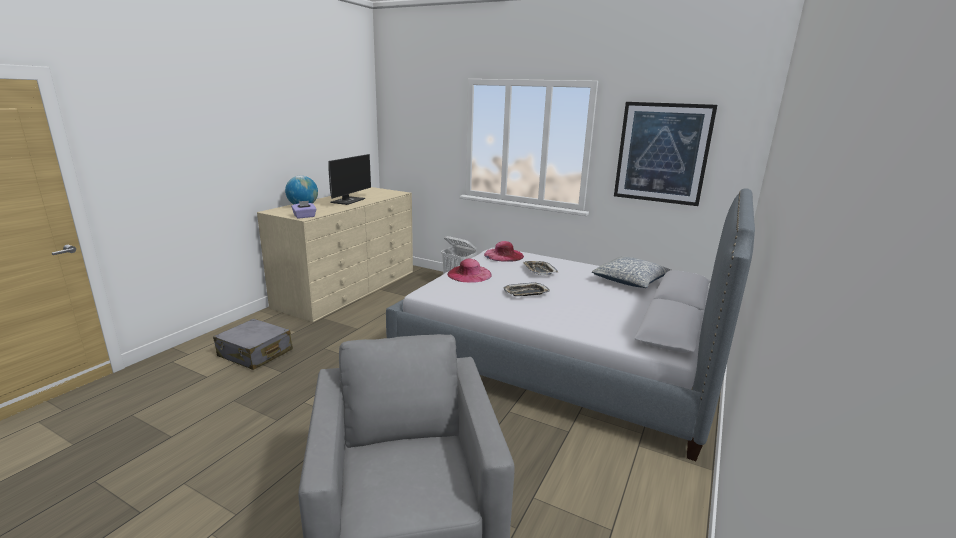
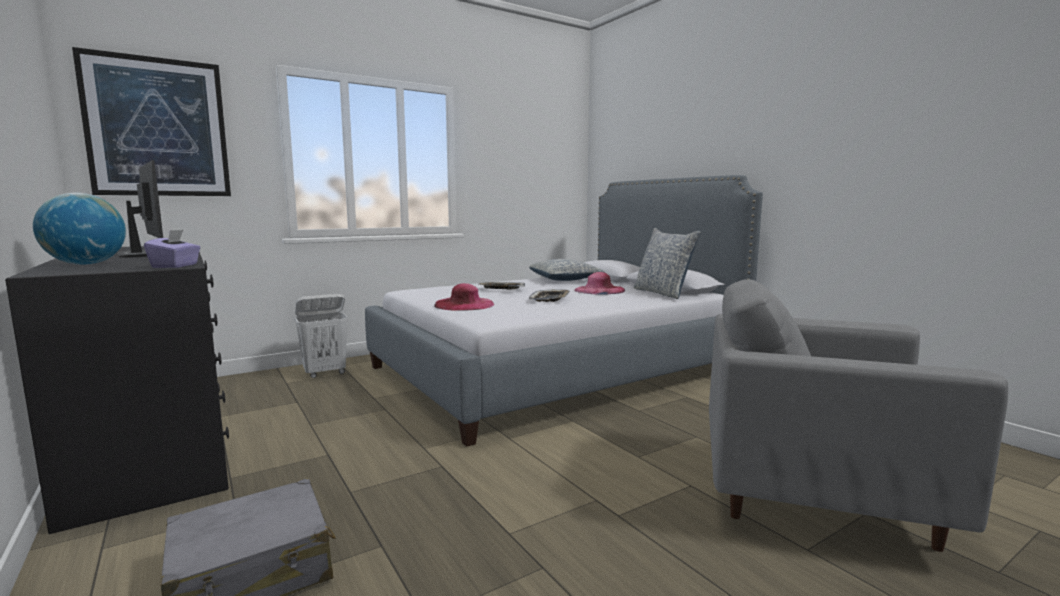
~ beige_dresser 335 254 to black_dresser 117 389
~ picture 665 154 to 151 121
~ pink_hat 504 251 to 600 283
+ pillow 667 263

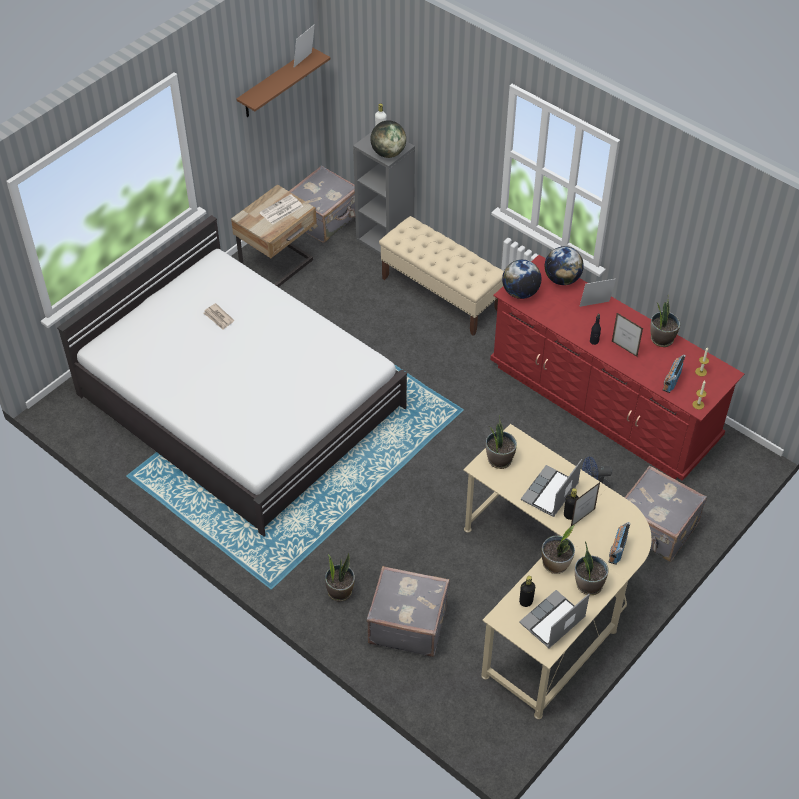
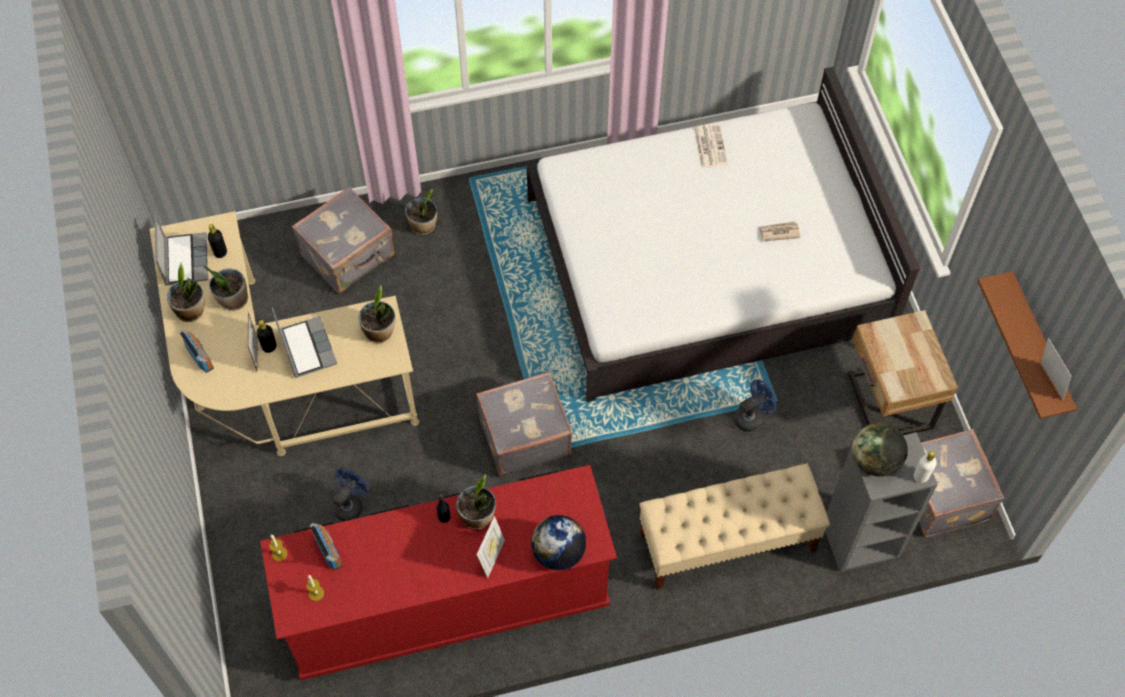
~ potted_plant 665 323 to 476 502
~ grey_suitcase 666 513 to 524 424
~ newspaper 281 209 to 711 146
+ blue_fan 755 405
- globe 521 279
- picture_frame 627 335

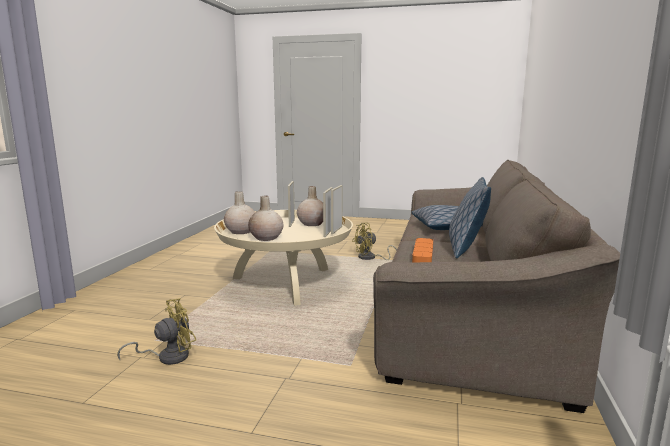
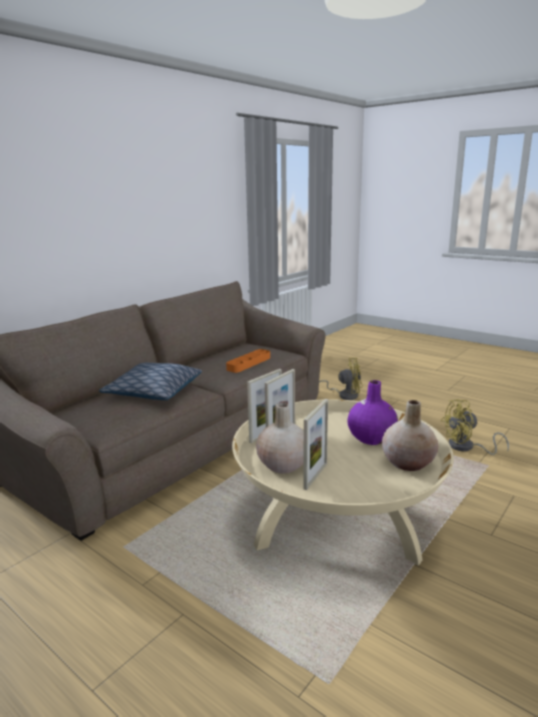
~ yellow_fan 374 241 to 341 379
~ beige_vase 265 218 to purple_vase 373 412
- pillow 470 217

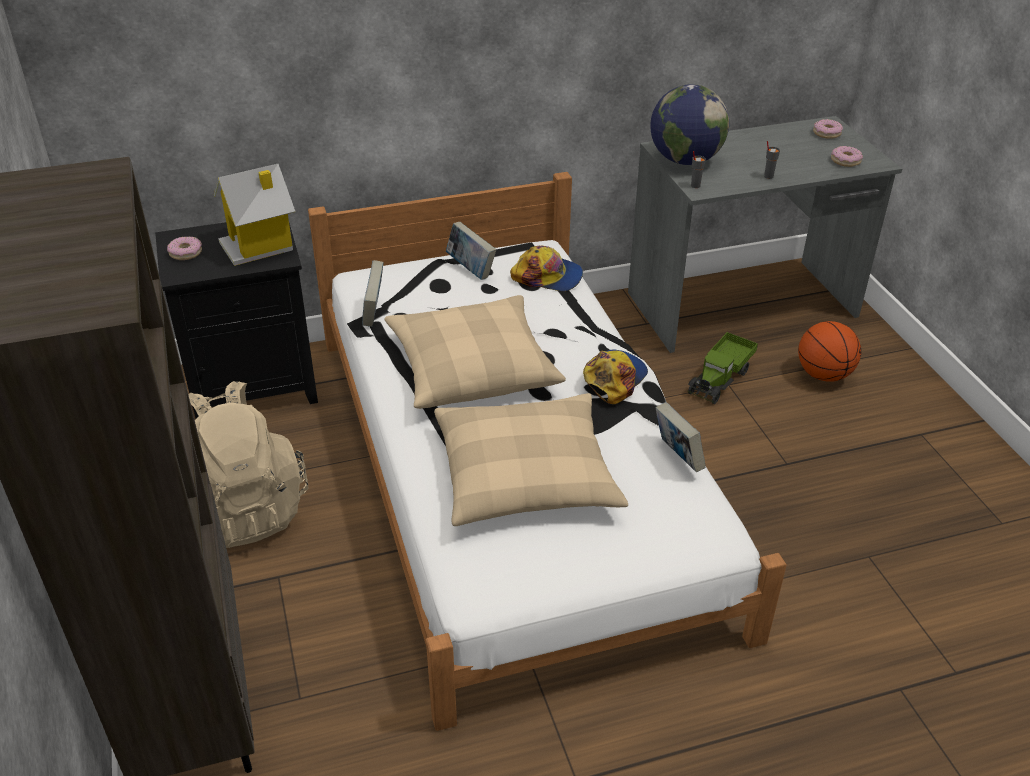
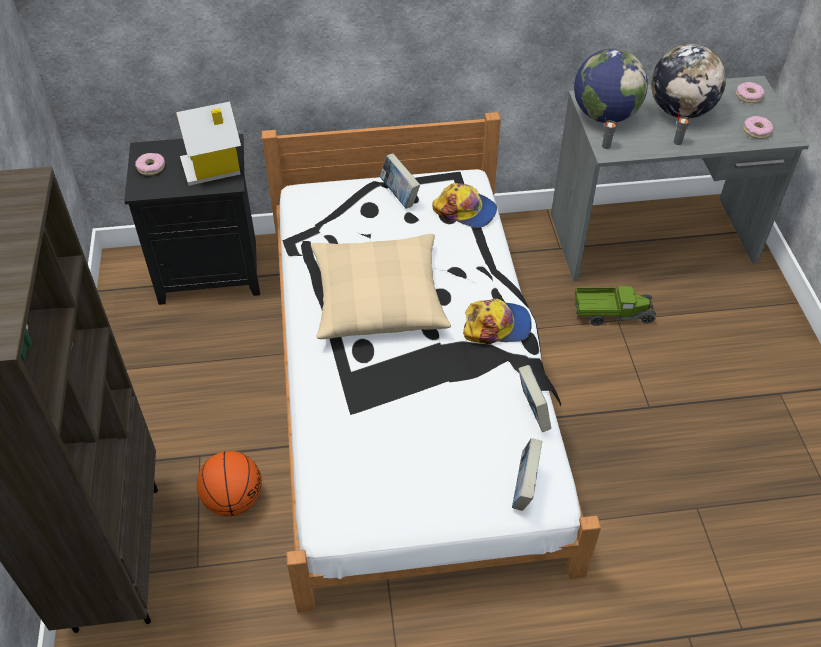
~ basketball 829 351 to 229 483
~ cap 615 376 = 497 321 45 degrees clockwise
~ book 373 293 to 527 474
~ toy_truck 722 368 = 615 306 135 degrees counterclockwise
+ globe 688 81
- beige_backpack 248 464
- beige_pillow 531 459

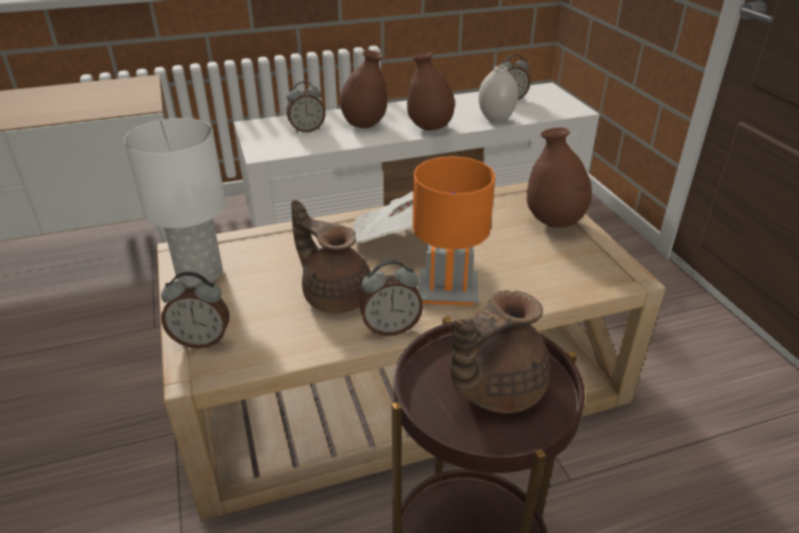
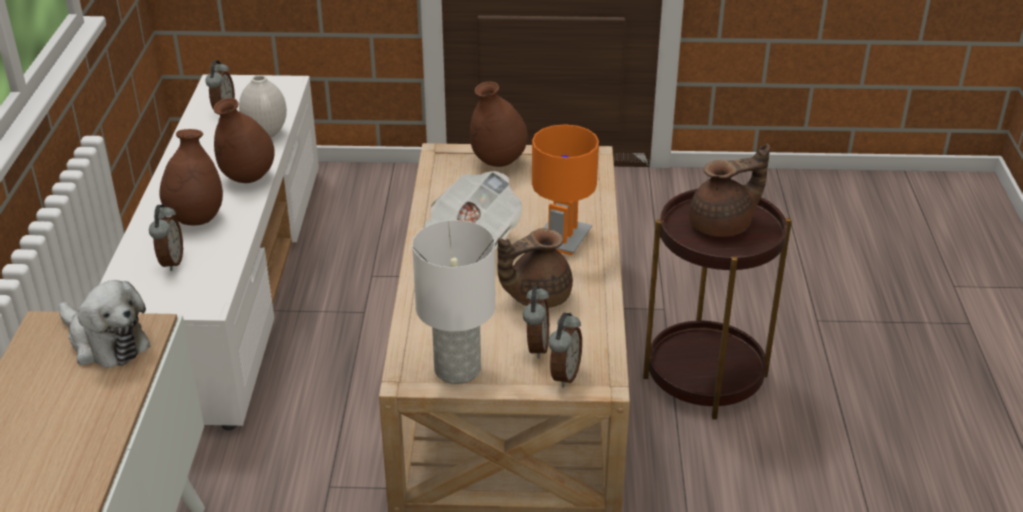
+ plush_toy 105 324
~ alarm_clock 391 298 to 536 322
~ brown_teapot 500 351 = 729 190 90 degrees counterclockwise

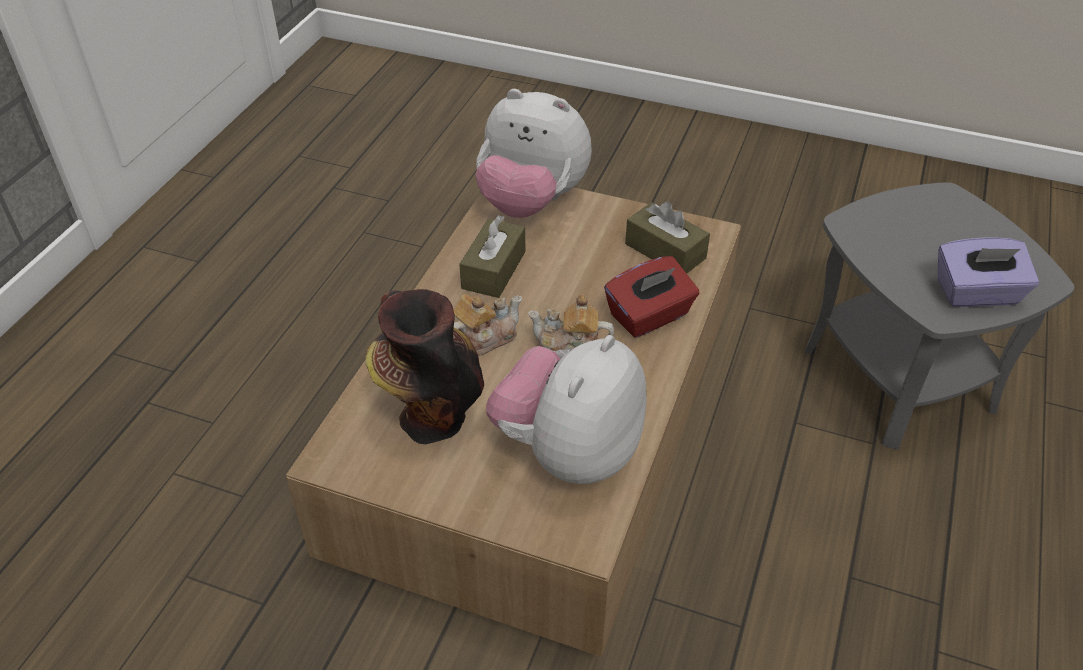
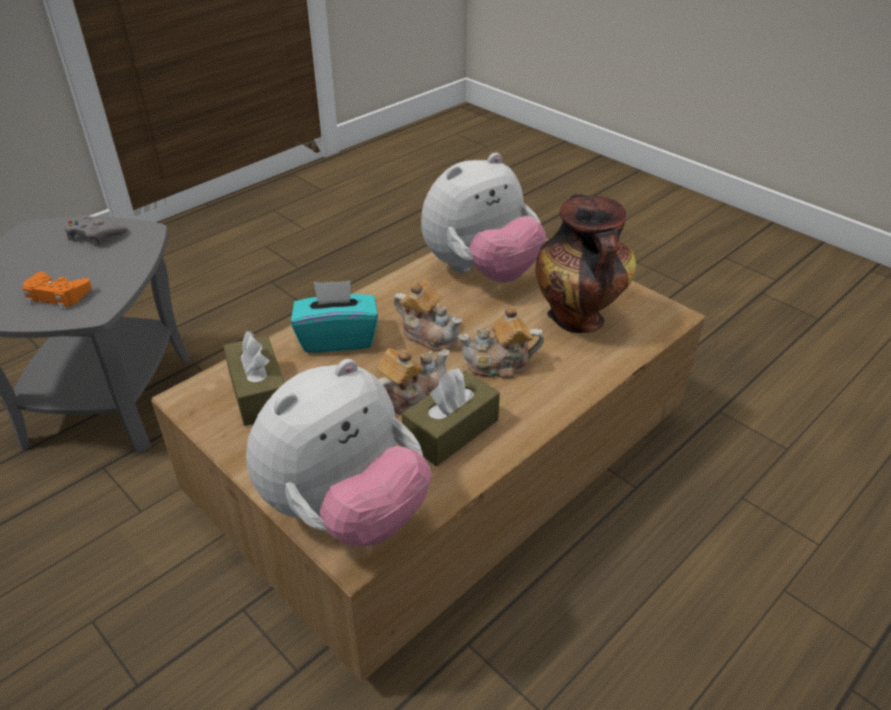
+ orange_game_controller 57 290
~ purple_tissue_box 988 272 to grey_game_controller 96 231
~ plush_toy 534 153 = 339 453 90 degrees clockwise
~ red_tissue_box 652 297 to turquoise_tissue_box 334 316
+ teapot 413 381

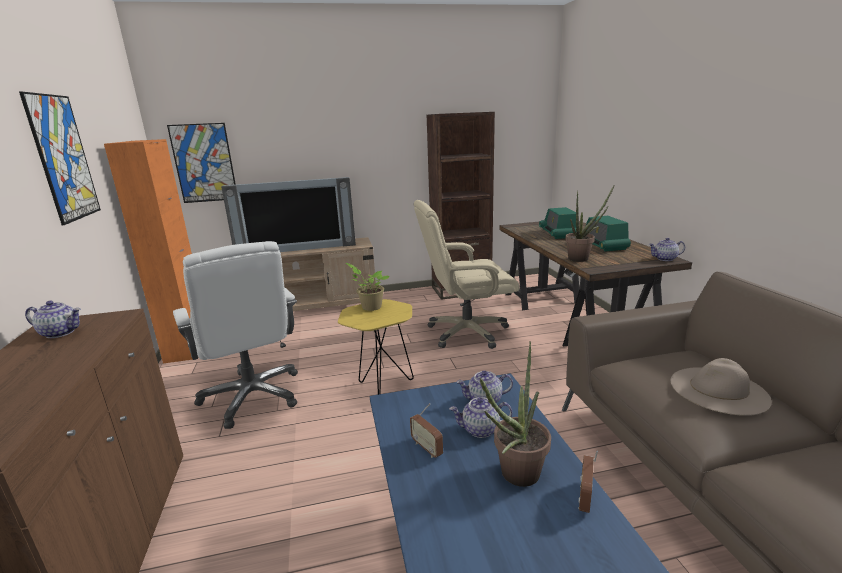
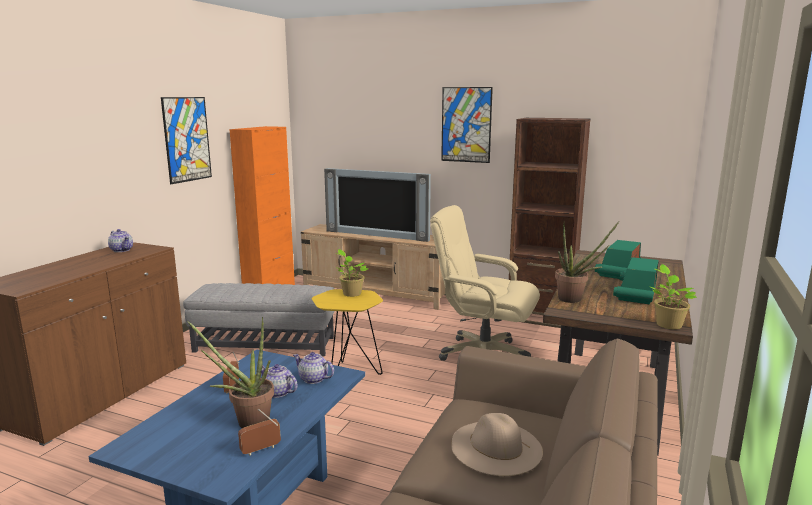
~ white_office_chair 235 335 to grey_ottoman 259 320
~ picture 201 163 to 467 125
~ teapot 667 249 to potted_plant 673 296

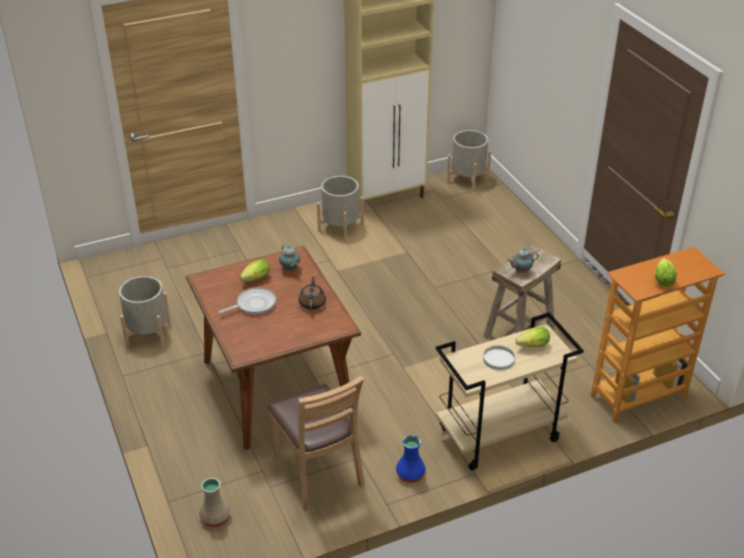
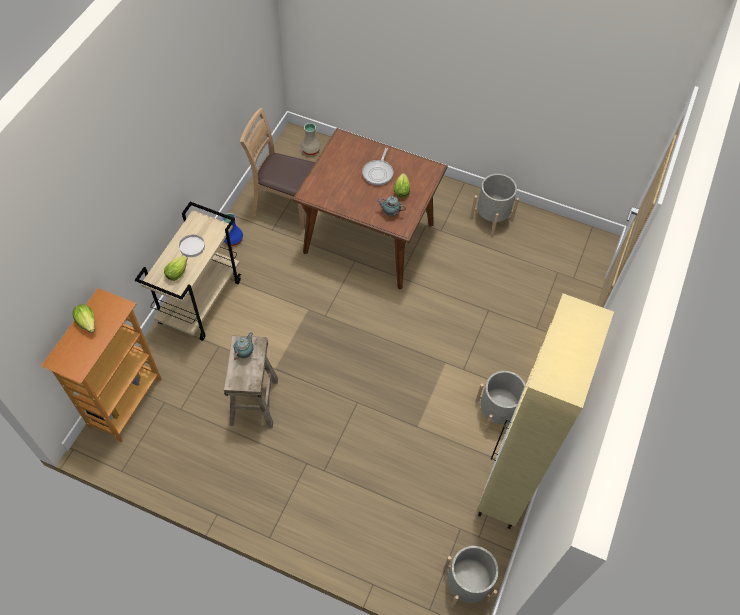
- brown_teapot 312 293

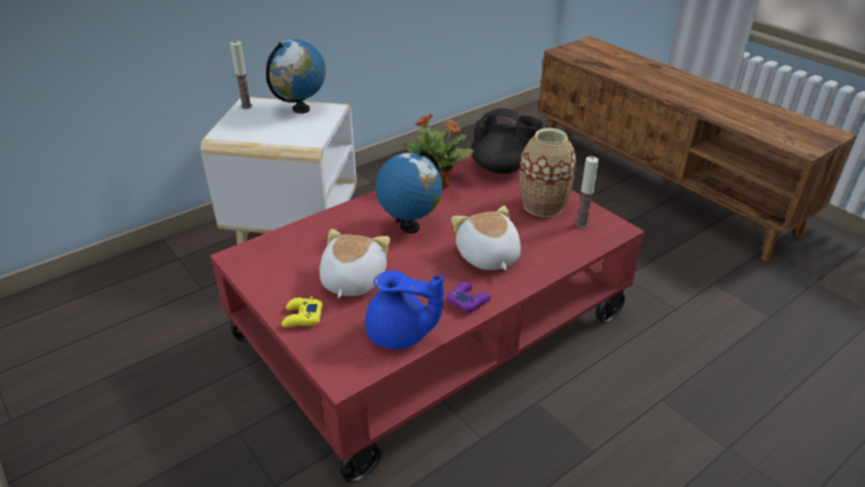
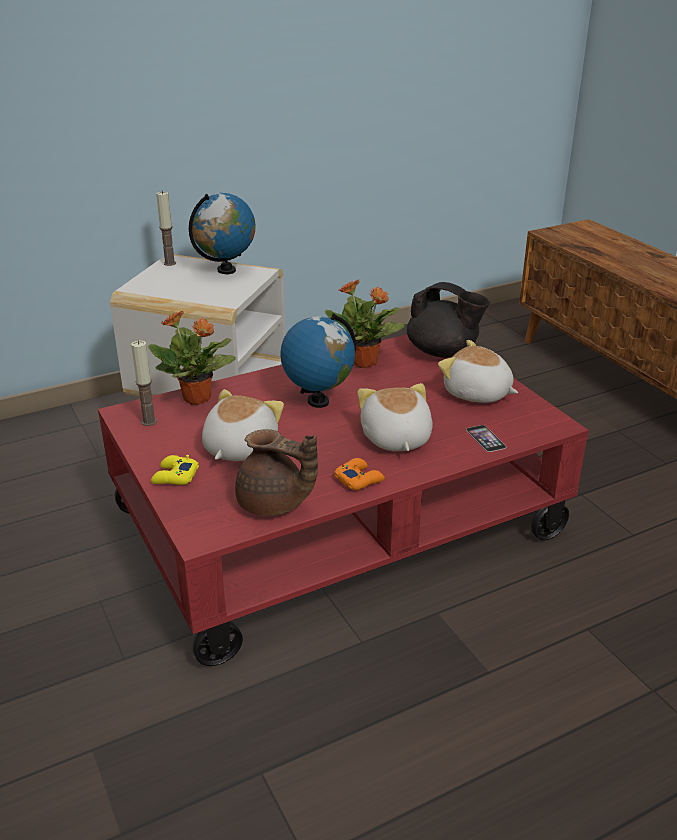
~ candle 587 192 to 144 383
+ potted_plant 192 358
~ blue_teapot 404 309 to brown_teapot 276 472
~ purple_game_controller 469 297 to orange_game_controller 359 474
~ vase 547 172 to plush_toy 478 371
+ phone 486 438

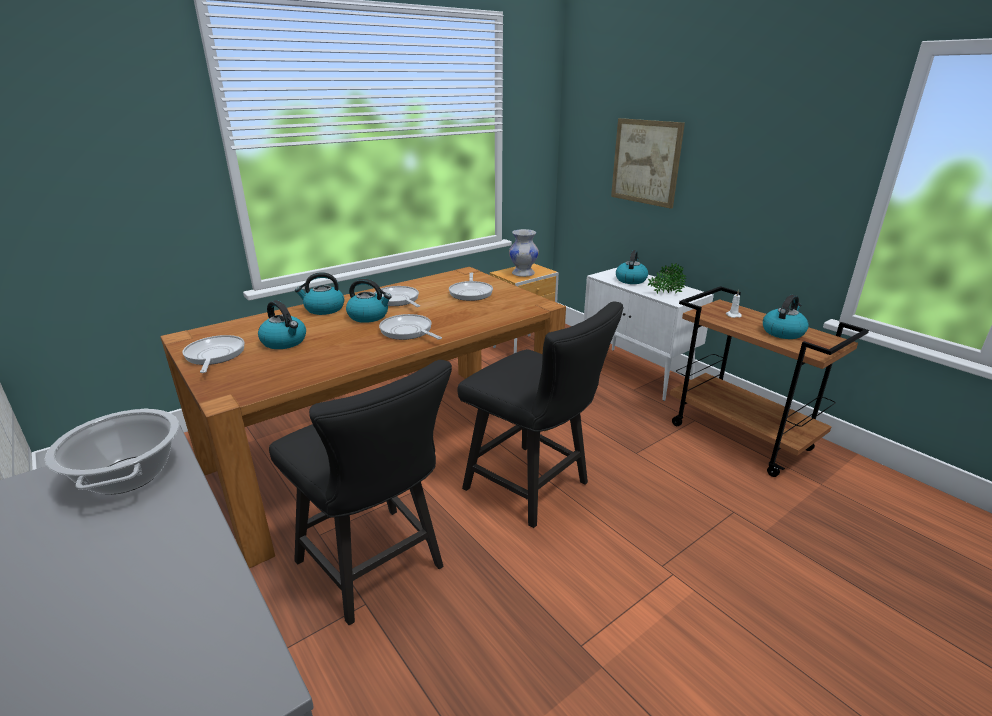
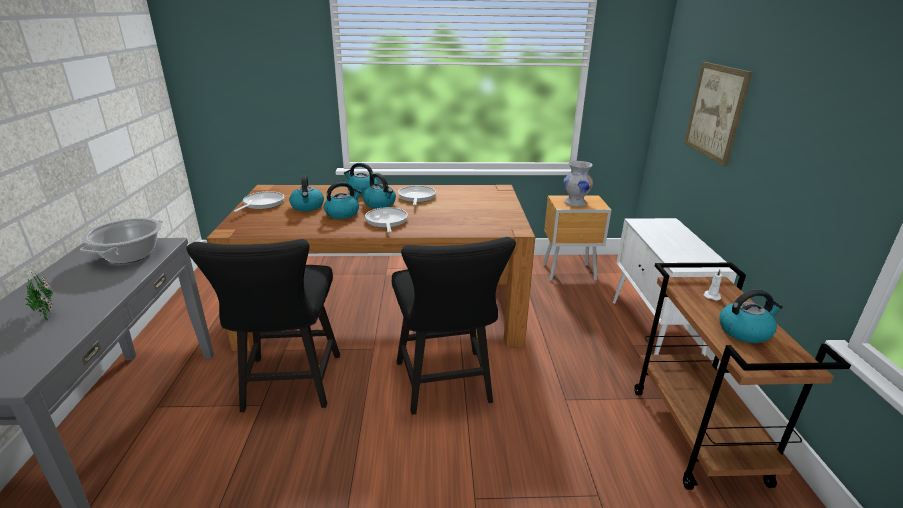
~ potted_plant 667 278 to 39 298
~ kettle 632 267 to 343 200
- frying_pan 471 287

